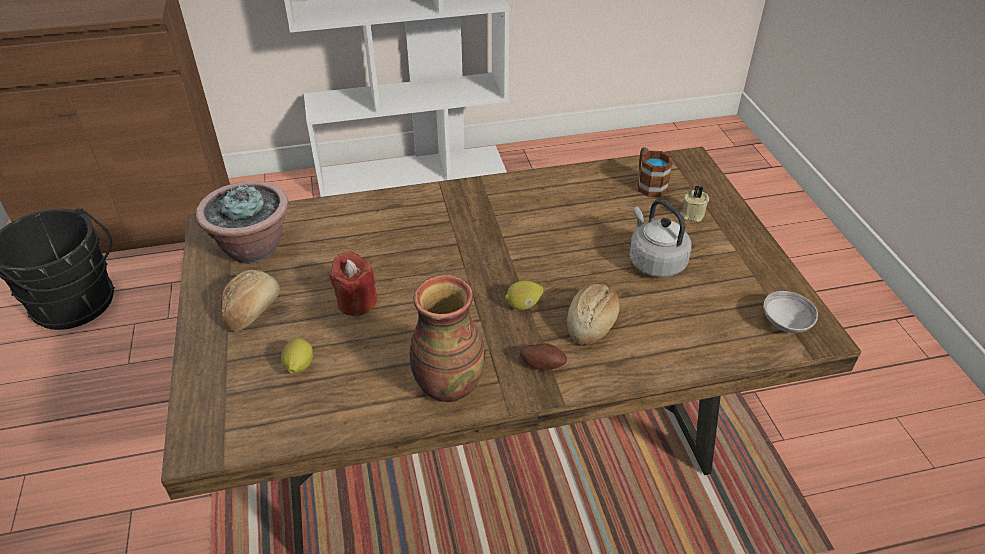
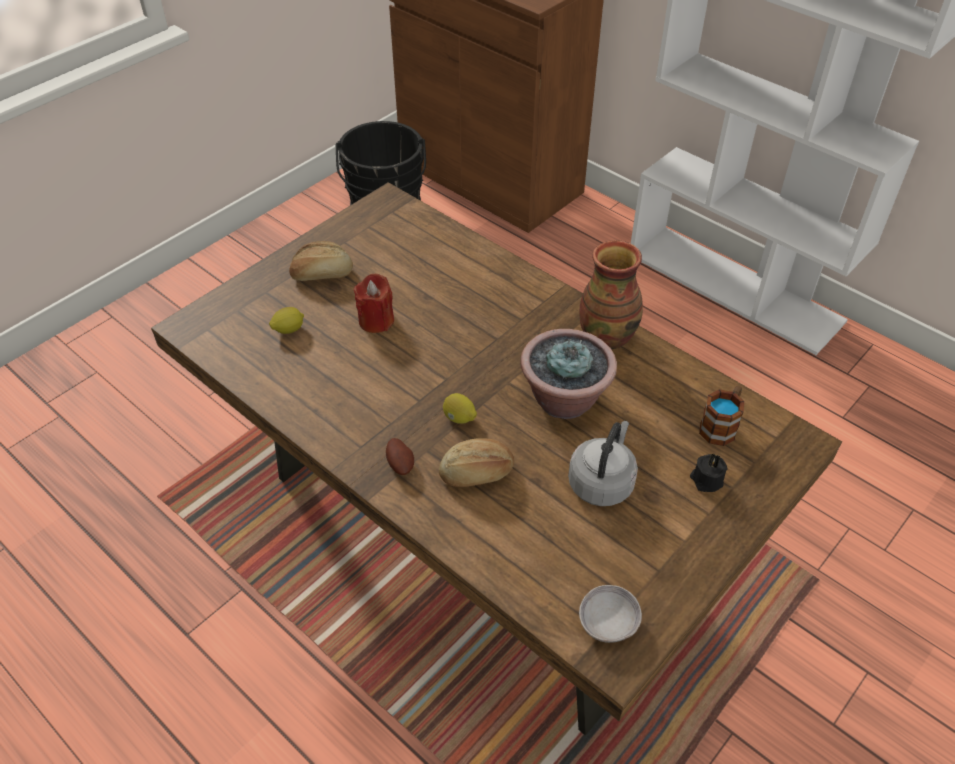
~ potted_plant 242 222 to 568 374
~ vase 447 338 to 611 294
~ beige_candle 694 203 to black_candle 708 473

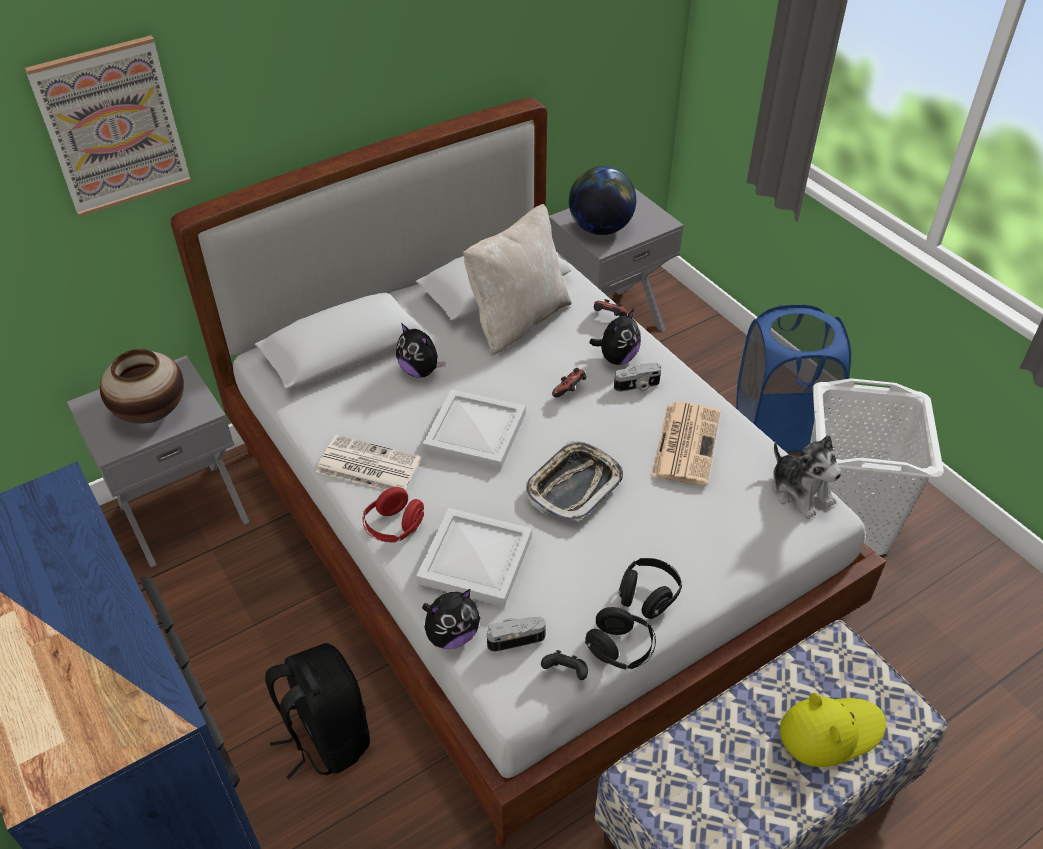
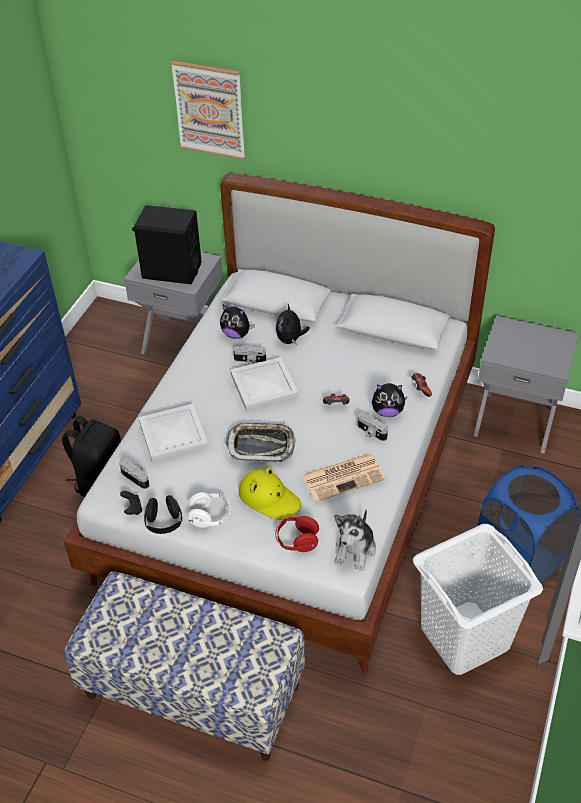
~ vase 142 386 to black_speaker 166 244
~ black_headphones 650 588 to white_headphones 209 510
~ plush_toy 451 619 to 237 322
+ photo_camera 249 354
~ yellow_hat 833 730 to 270 493
~ red_headphones 393 515 to 297 534
- newspaper 369 462
- beige_pillow 517 280
- globe 602 200

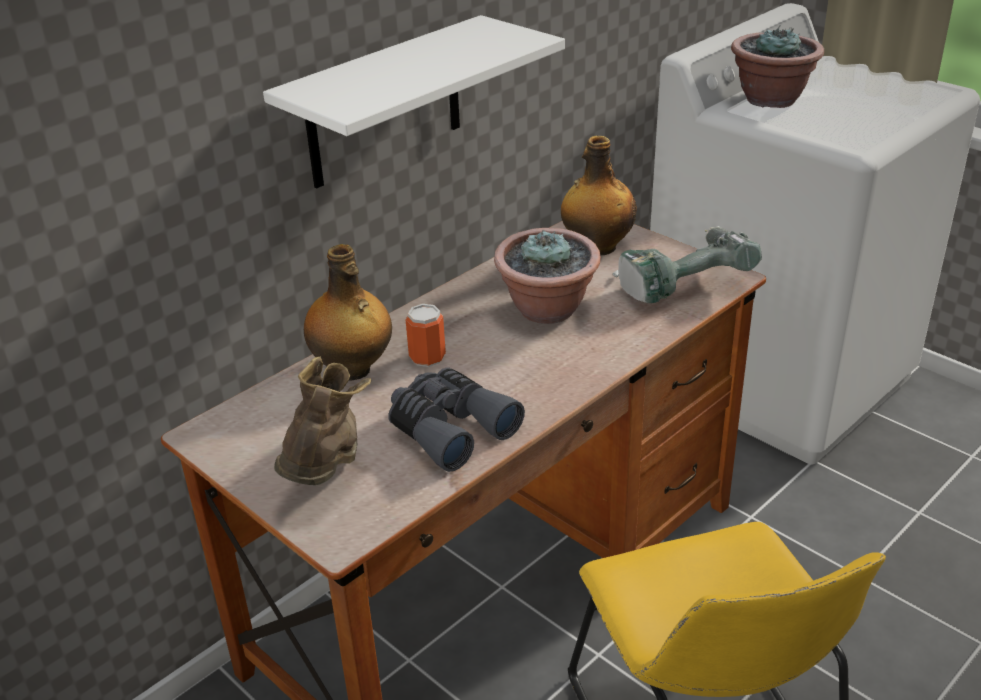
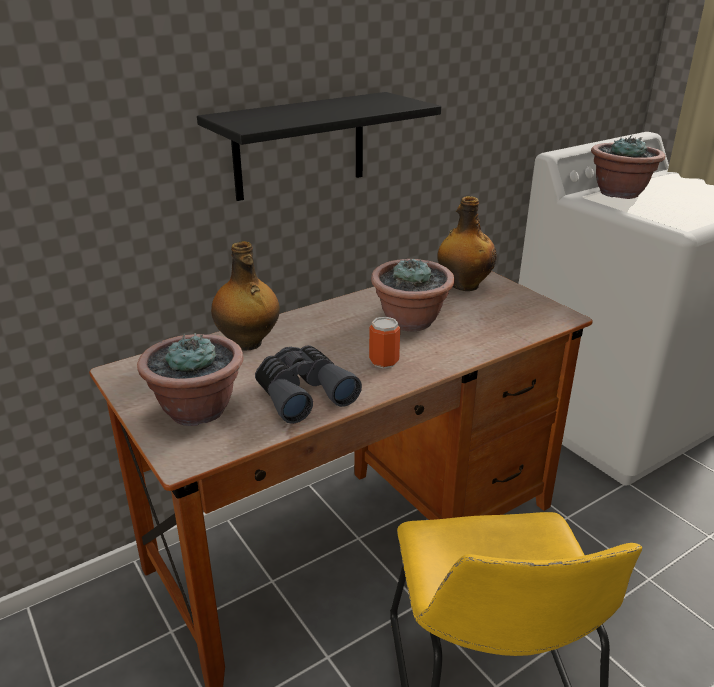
~ brown_boot 322 420 to potted_plant 190 379
~ white_shelf 414 101 to black_shelf 319 146
~ can 425 335 to 384 343
- power_drill 687 264

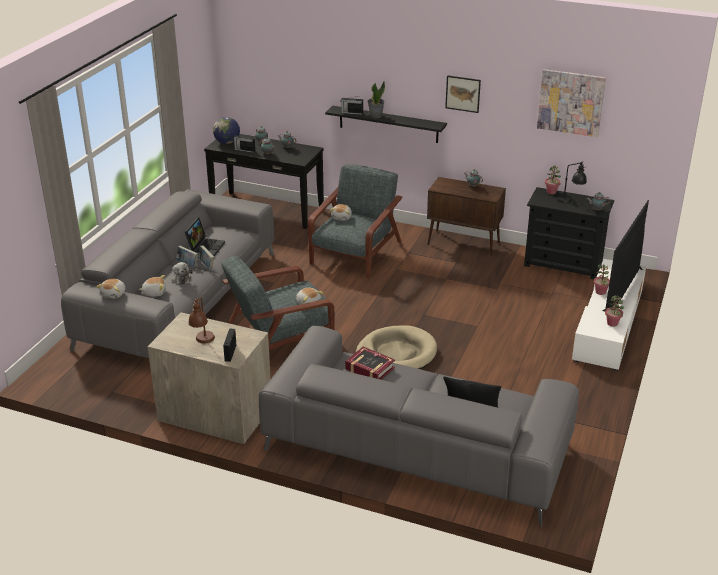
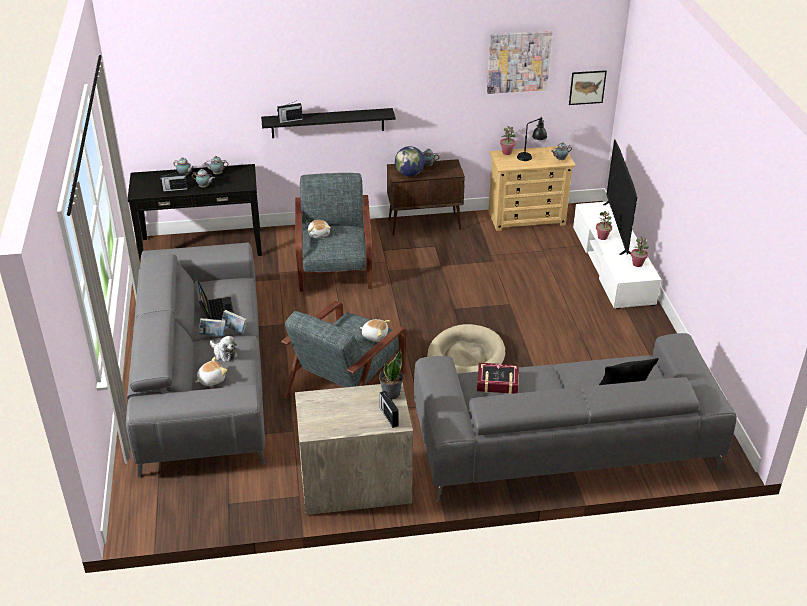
~ potted_plant 376 100 to 391 374
~ globe 226 130 to 410 161
~ black_dresser 569 233 to beige_dresser 532 188
~ picture 463 94 to 588 87
- plush_toy 110 289
- brown_table_lamp 201 320

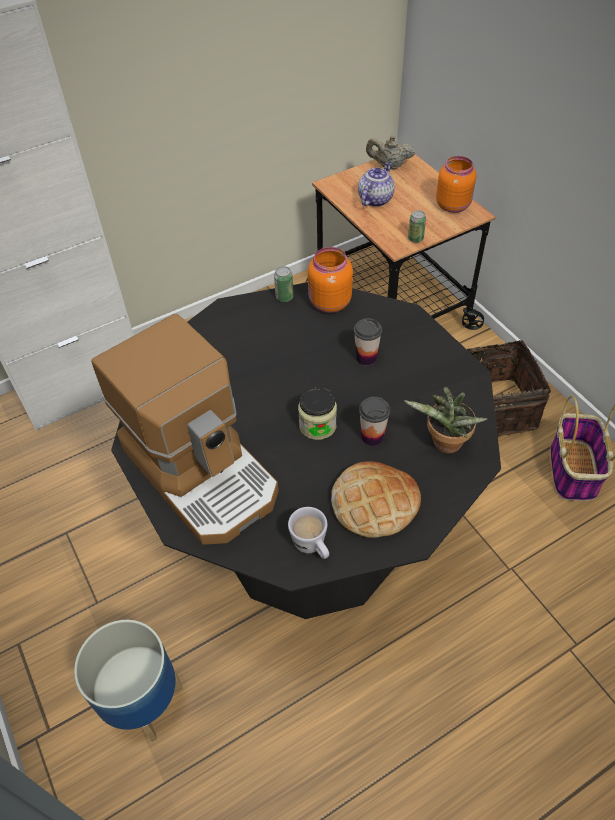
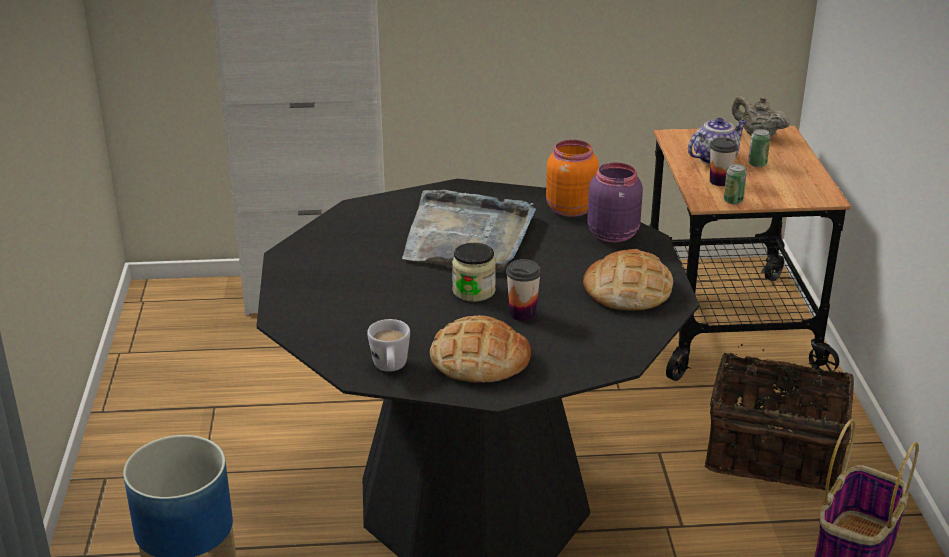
+ grey_tray 469 230
+ bread 628 279
+ purple_jar 615 202
~ cup 368 341 to 724 161
~ can 284 284 to 759 148
- coffee_machine 185 429
- potted_plant 445 420
- orange_jar 456 184

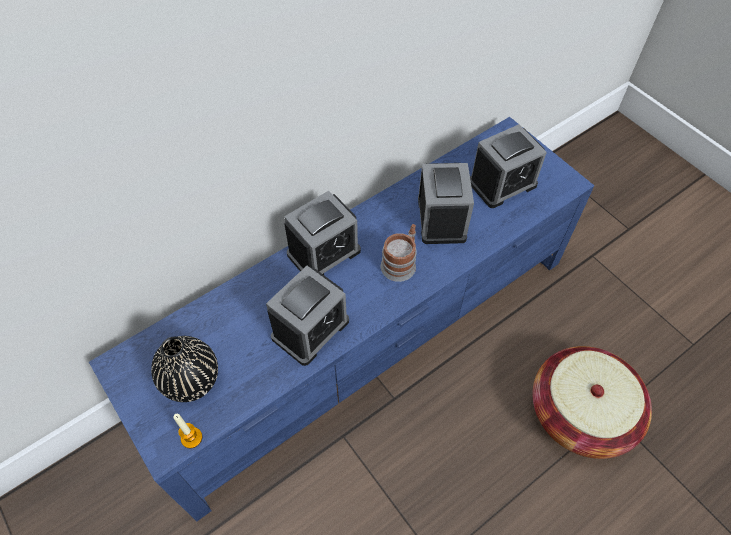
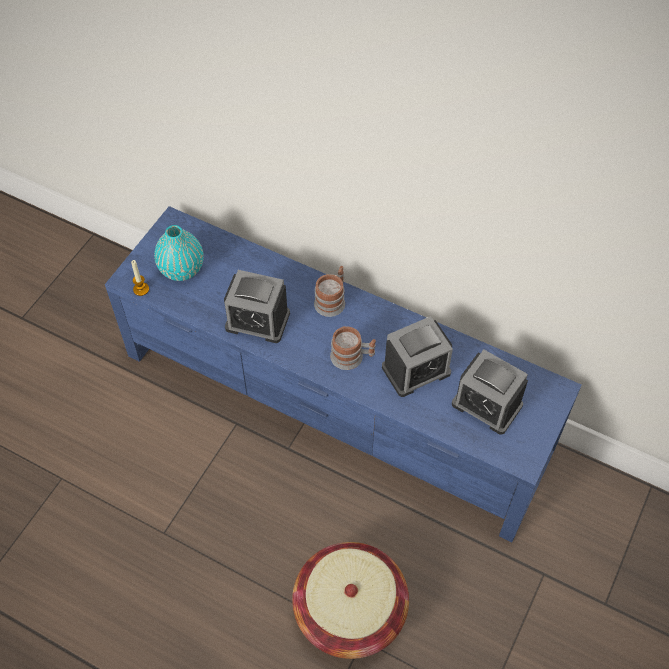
~ black_vase 184 369 to turquoise_vase 179 253
~ alarm_clock 322 233 to mug 329 291

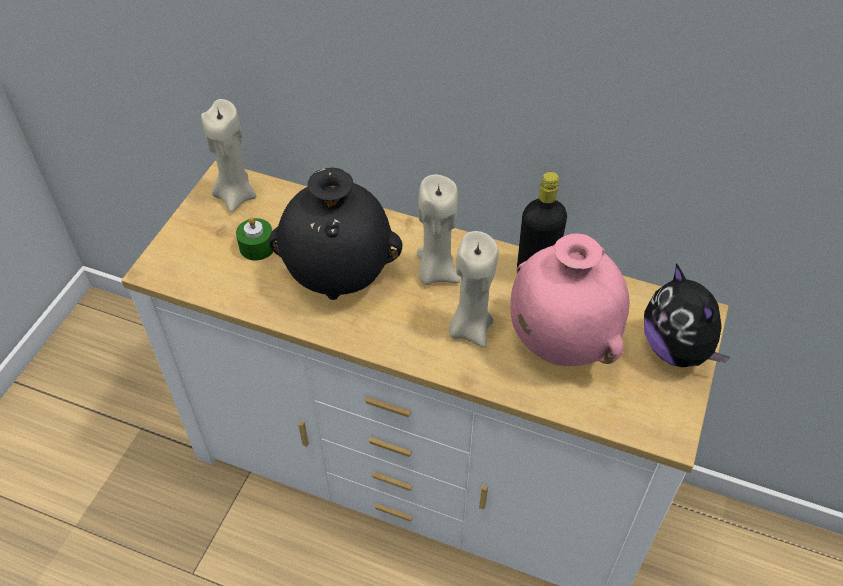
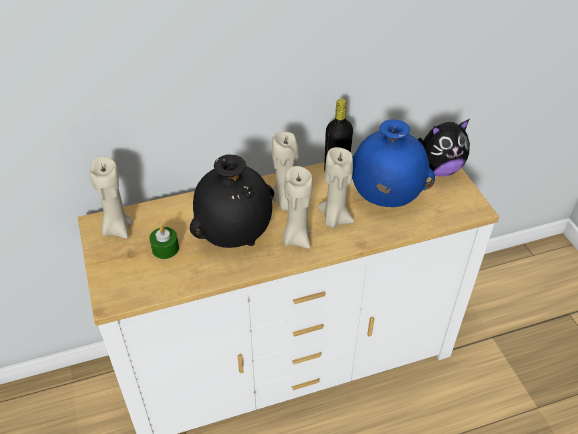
+ beige_candle 297 207
~ pink_vase 570 300 to blue_vase 393 163
~ plush_toy 687 315 = 444 148 45 degrees counterclockwise

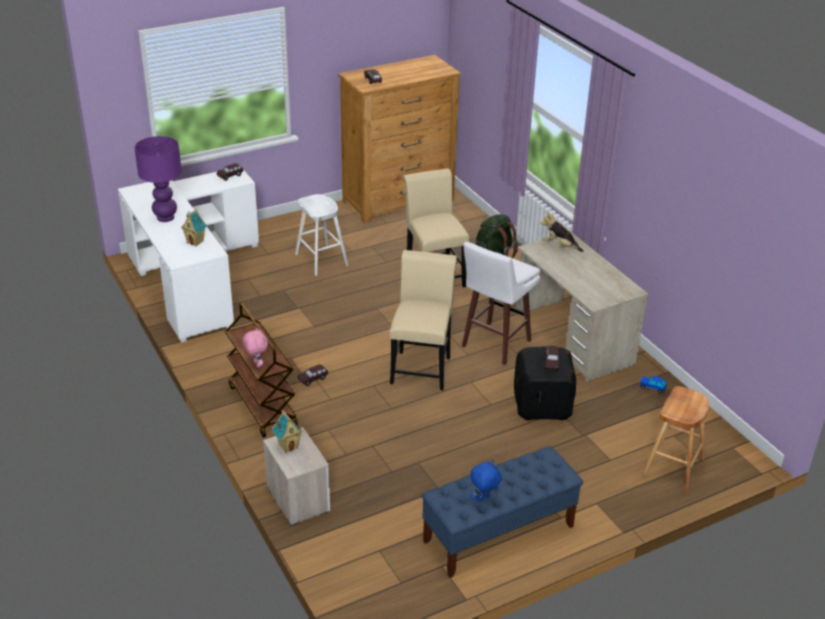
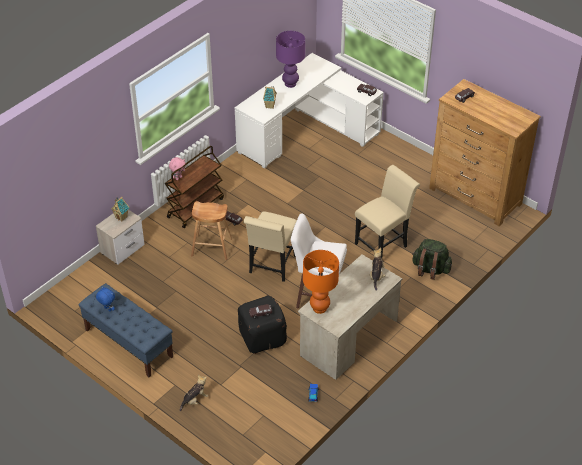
+ plush_toy 194 393
~ brown_stool 675 440 to 211 230
~ beige_chair 423 320 = 270 246 120 degrees clockwise
+ orange_table_lamp 321 282
- white_stool 322 235

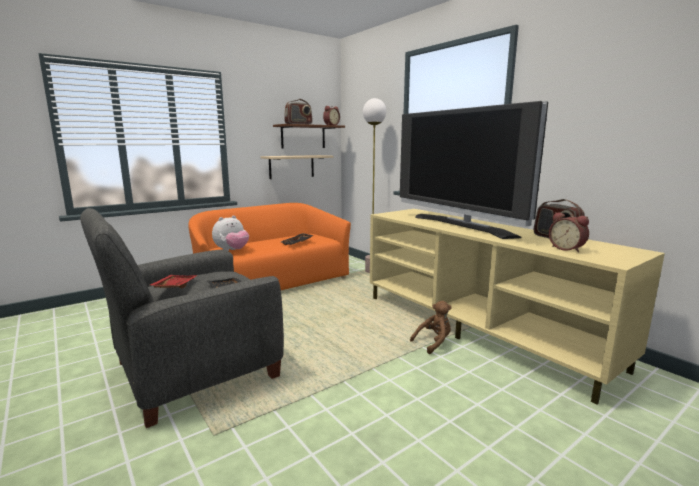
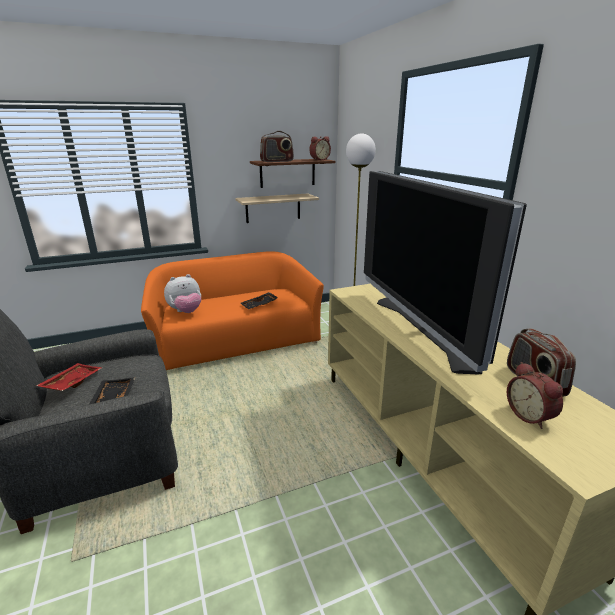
- brown_plush_toy 431 327

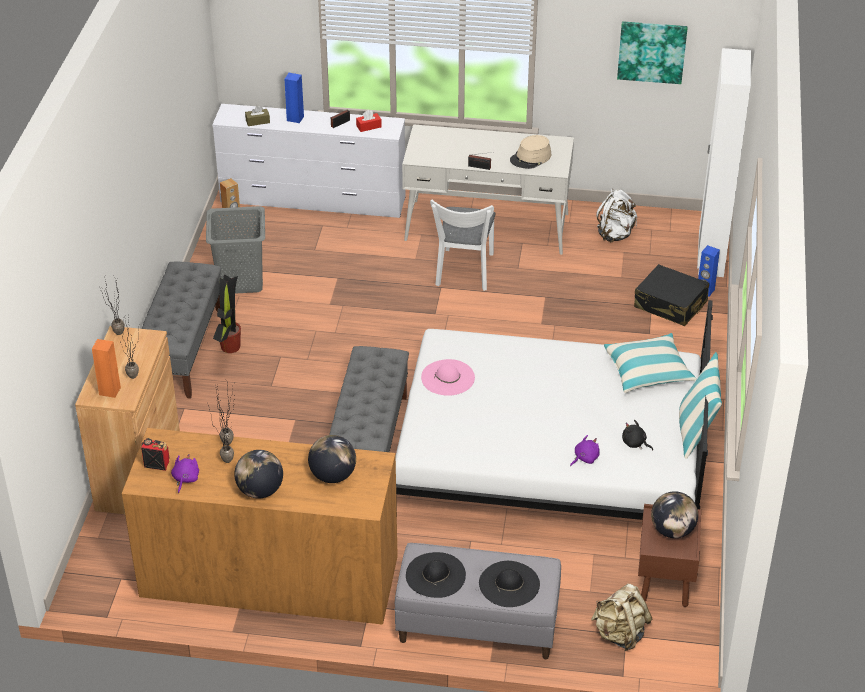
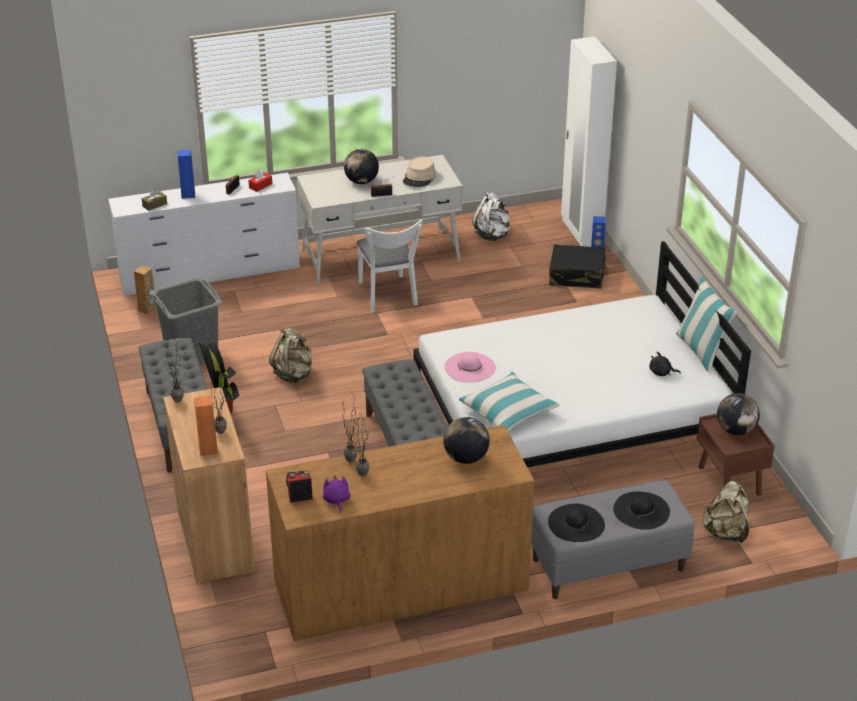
+ beige_backpack 290 355
~ globe 258 474 to 361 166
~ pillow 650 363 to 509 401
- purple_plush_toy 585 450
- picture 652 52

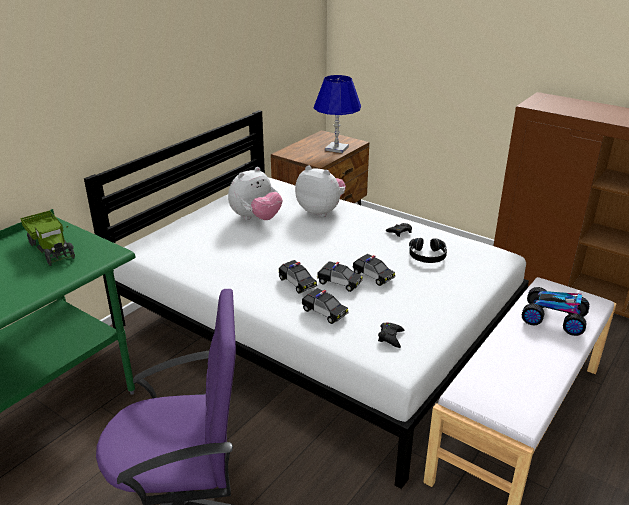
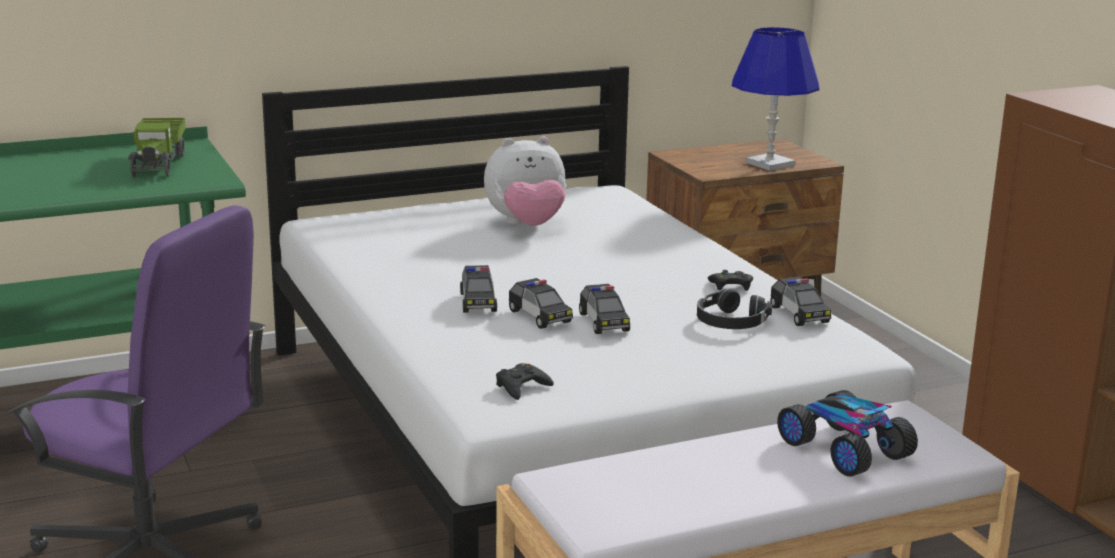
~ toy_car 325 306 to 800 301
- plush_toy 320 191

